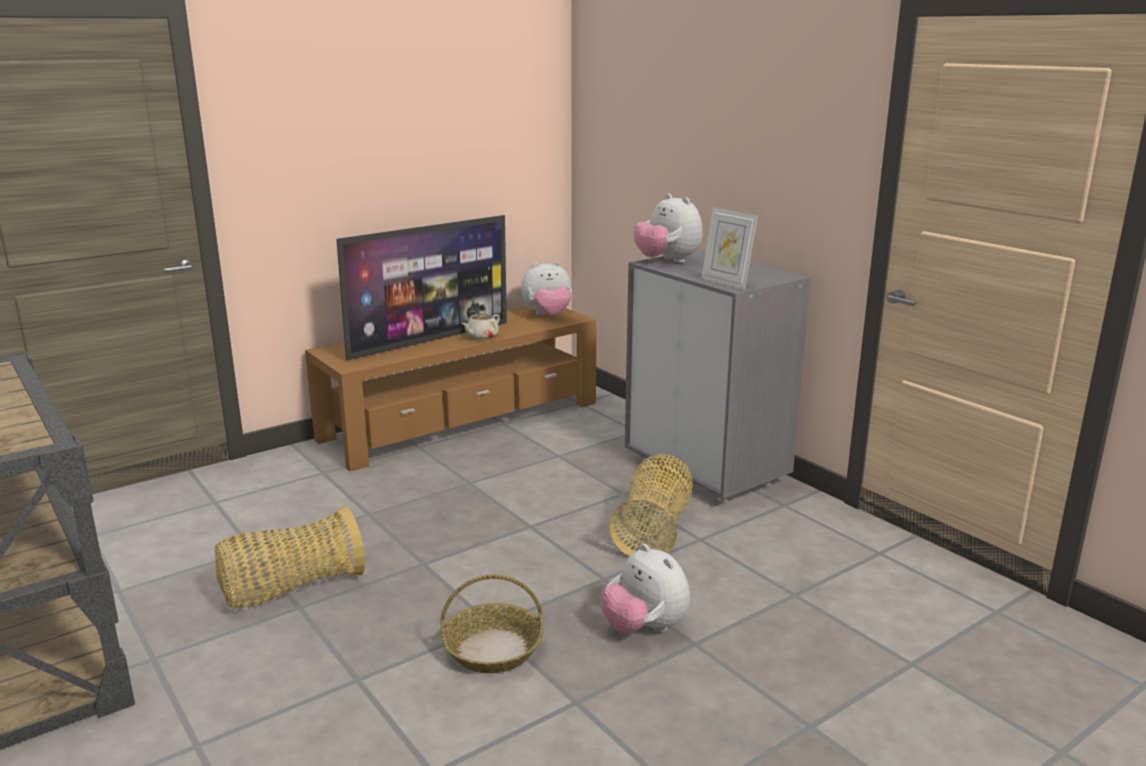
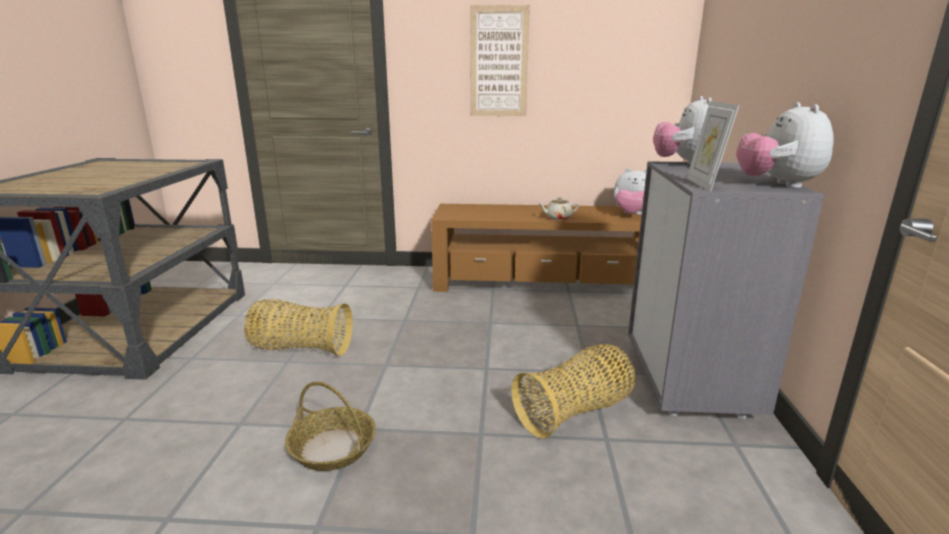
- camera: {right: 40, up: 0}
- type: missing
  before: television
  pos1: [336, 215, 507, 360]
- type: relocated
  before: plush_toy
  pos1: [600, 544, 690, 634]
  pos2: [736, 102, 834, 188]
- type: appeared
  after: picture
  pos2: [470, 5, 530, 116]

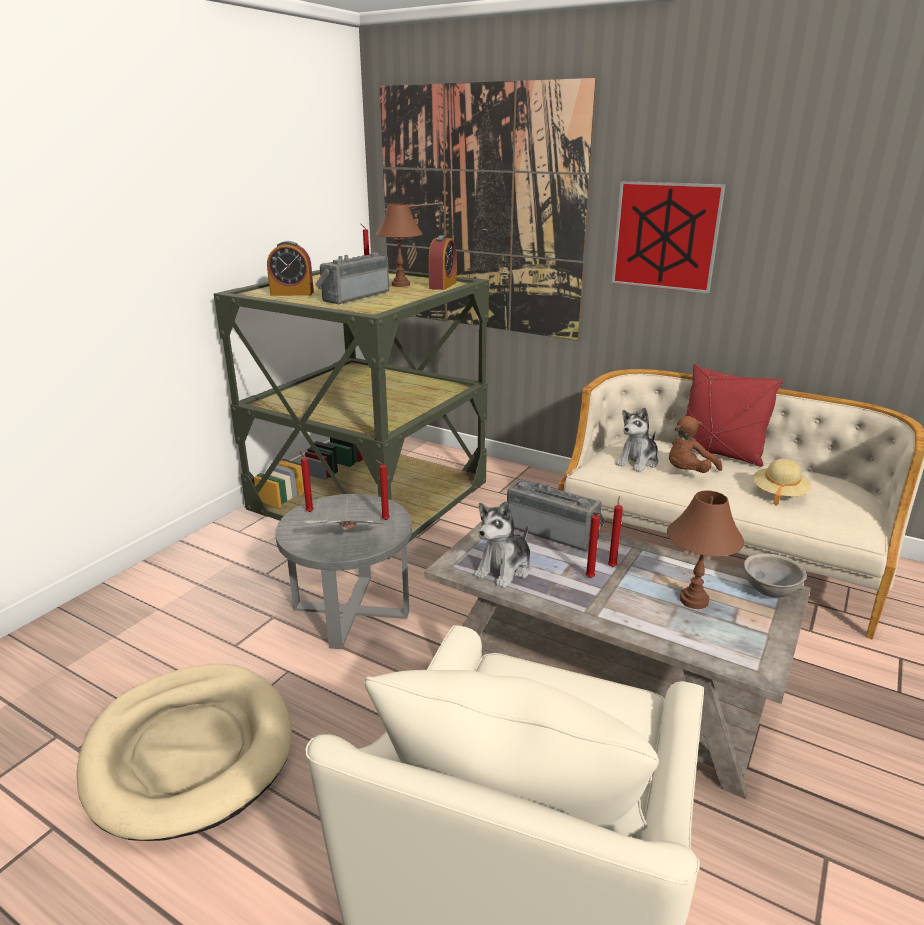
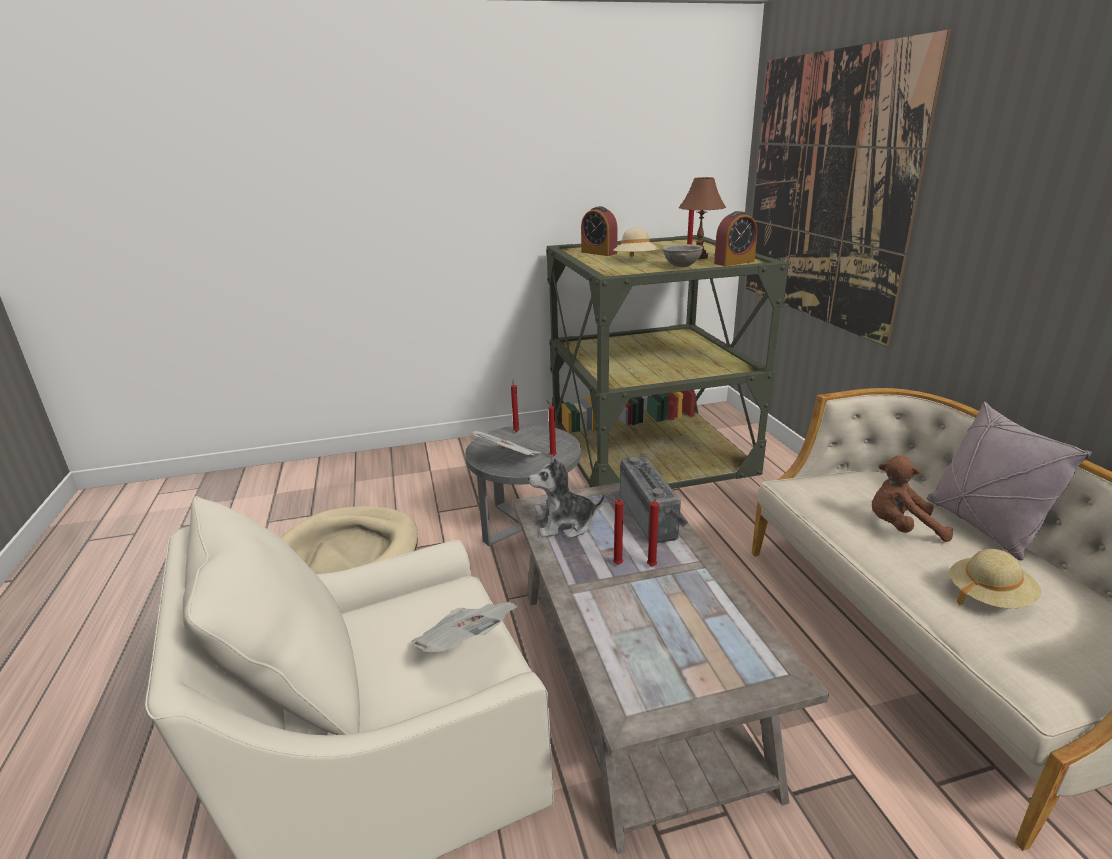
- camera: {right: 45, up: 0}
- type: exchanged
  before: radio
  after: beige_hat
  pos1: [315, 253, 389, 304]
  pos2: [613, 228, 659, 257]
- type: missing
  before: picture
  pos1: [611, 181, 725, 293]
- type: missing
  before: plush_toy
  pos1: [616, 408, 658, 472]
- type: missing
  before: brown_table_lamp
  pos1: [667, 491, 744, 609]
- type: colour
  before: red_pillow
  after: purple_pillow
  pos1: [686, 364, 784, 467]
  pos2: [927, 402, 1092, 560]
- type: relocated
  before: grey_bowl
  pos1: [744, 553, 807, 598]
  pos2: [662, 244, 703, 267]
- type: appeared
  after: newspaper
  pos2: [412, 602, 517, 652]

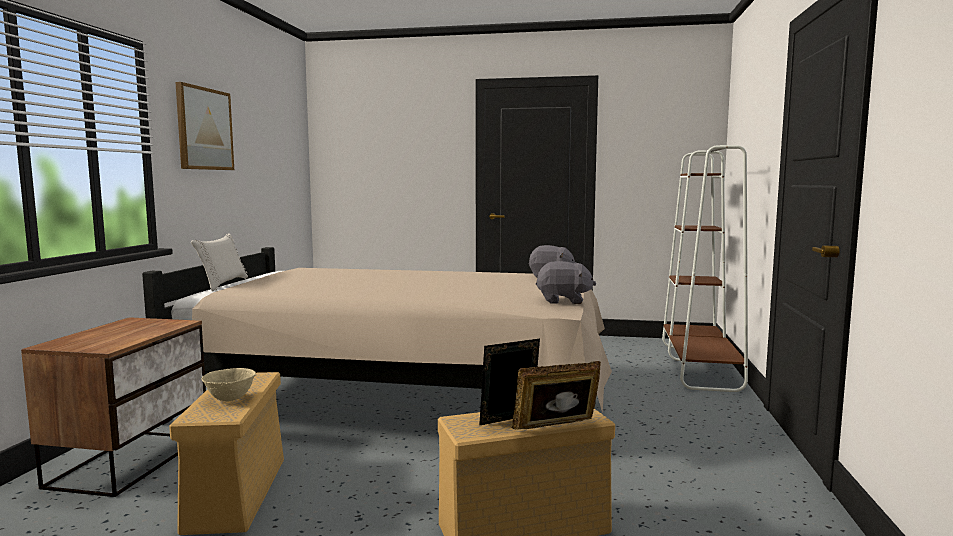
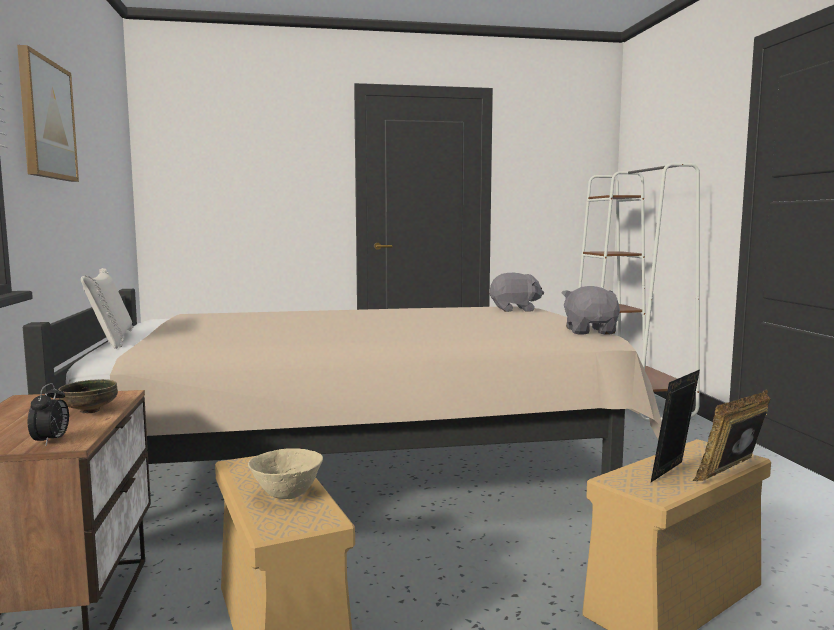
- camera: {right: -20, up: 0}
- type: spun
  before: grey_plush_toy
  pos1: [536, 261, 596, 304]
  pos2: [562, 286, 620, 334]
  turn: -75
- type: appeared
  after: alarm_clock
  pos2: [28, 383, 69, 446]
- type: appeared
  after: bowl
  pos2: [58, 379, 118, 414]

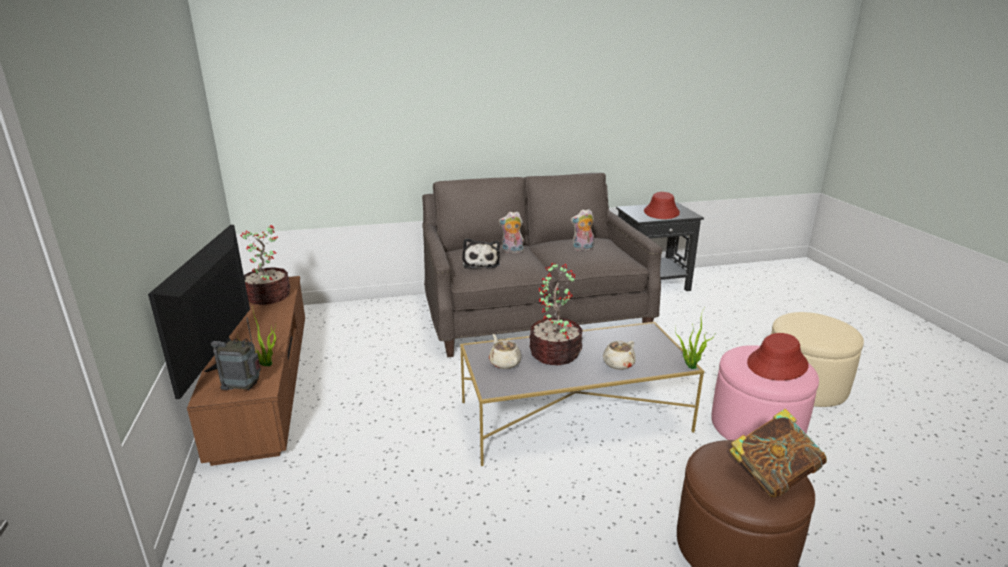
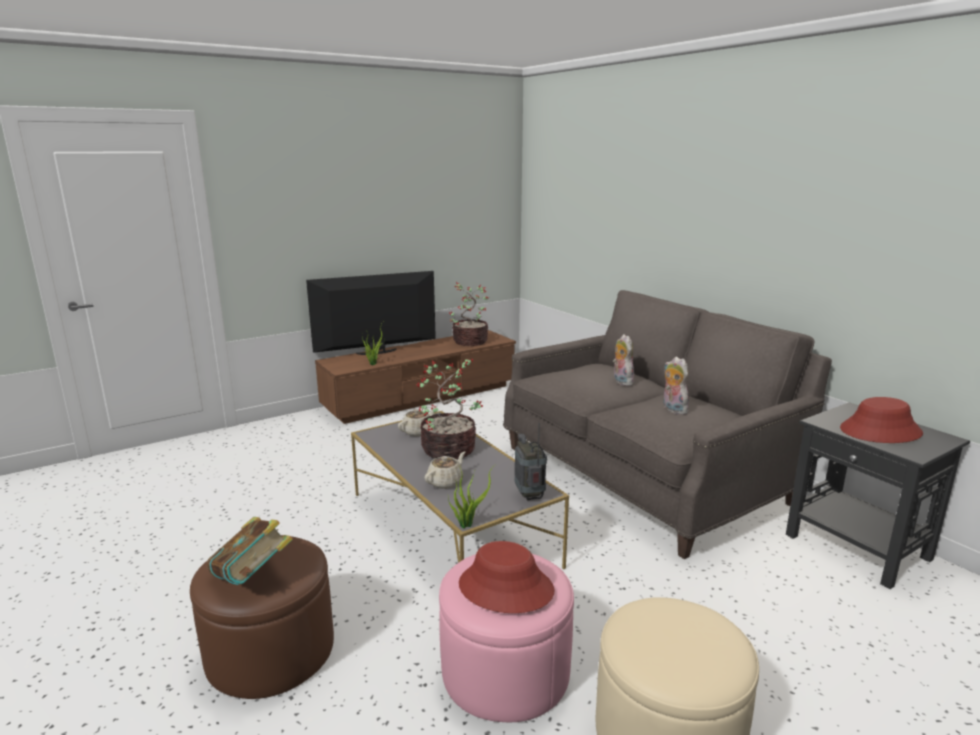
- camera: {right: 70, up: -5}
- type: relocated
  before: radio
  pos1: [211, 317, 261, 391]
  pos2: [515, 423, 547, 500]
- type: missing
  before: plush_toy
  pos1: [462, 238, 500, 269]
- type: spun
  before: beige_teapot
  pos1: [603, 341, 636, 370]
  pos2: [425, 451, 465, 489]
  turn: 105

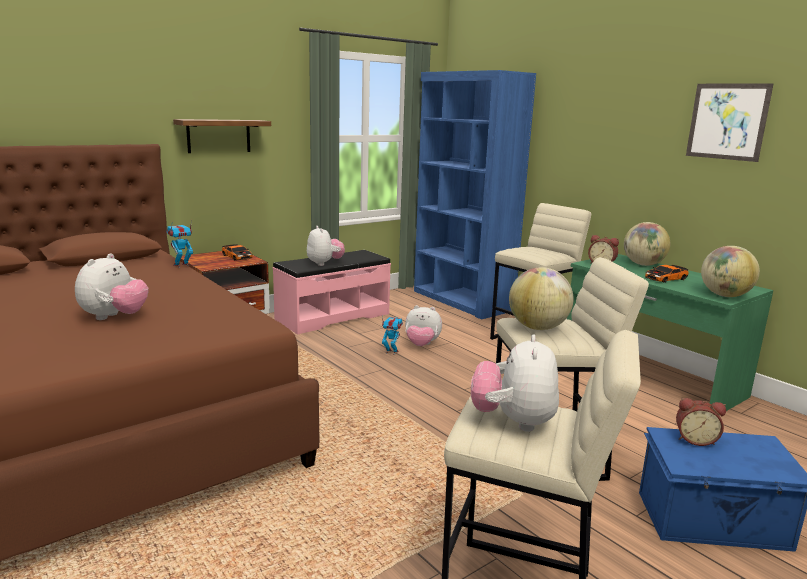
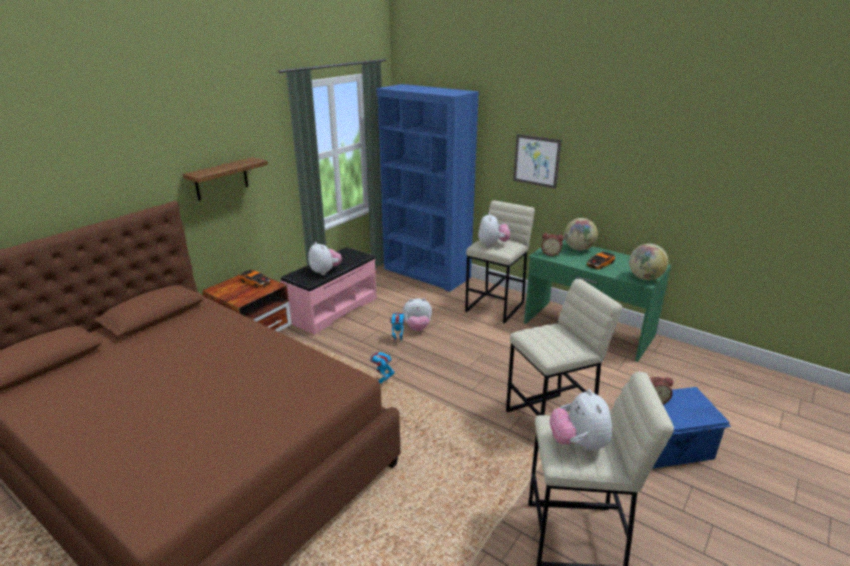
- camera: {right: -15, up: 10}
- type: relocated
  before: plush_toy
  pos1: [75, 253, 148, 320]
  pos2: [478, 212, 510, 247]
- type: relocated
  before: toy_robot
  pos1: [166, 220, 193, 268]
  pos2: [370, 352, 395, 384]
- type: missing
  before: globe
  pos1: [509, 267, 573, 330]
- type: relocated
  before: picture
  pos1: [686, 84, 773, 162]
  pos2: [513, 134, 562, 189]

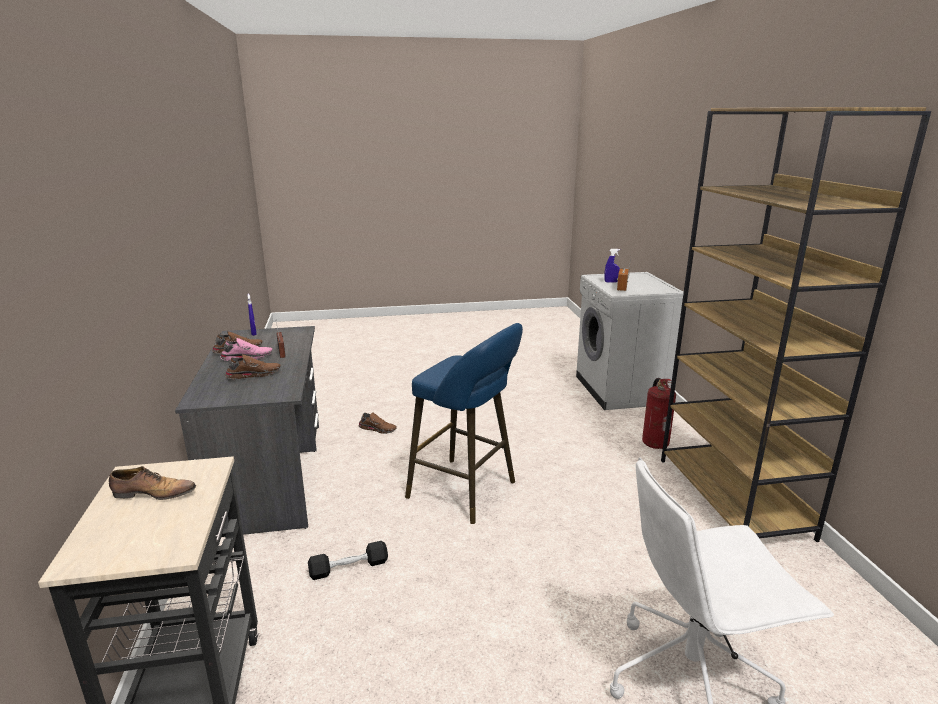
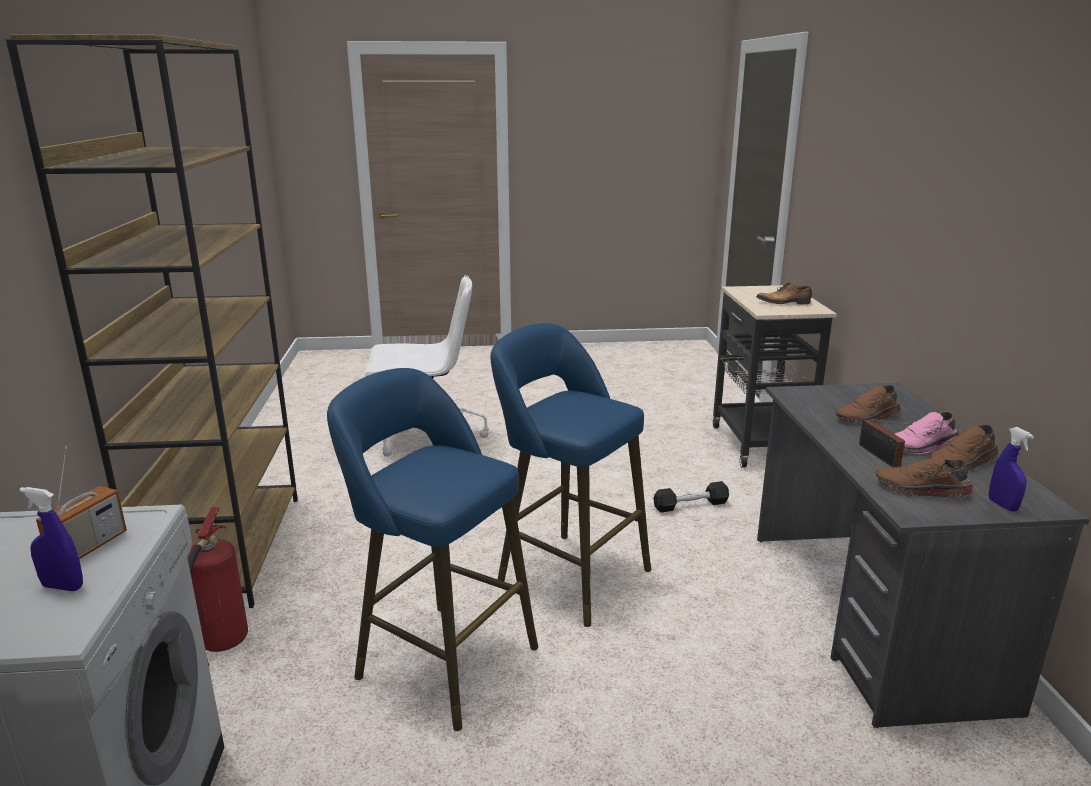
- camera: {right: -175, up: 0}
- type: relocated
  before: brown_shoe
  pos1: [358, 412, 397, 434]
  pos2: [876, 456, 974, 498]
- type: appeared
  after: blue_stool
  pos2: [327, 368, 538, 731]

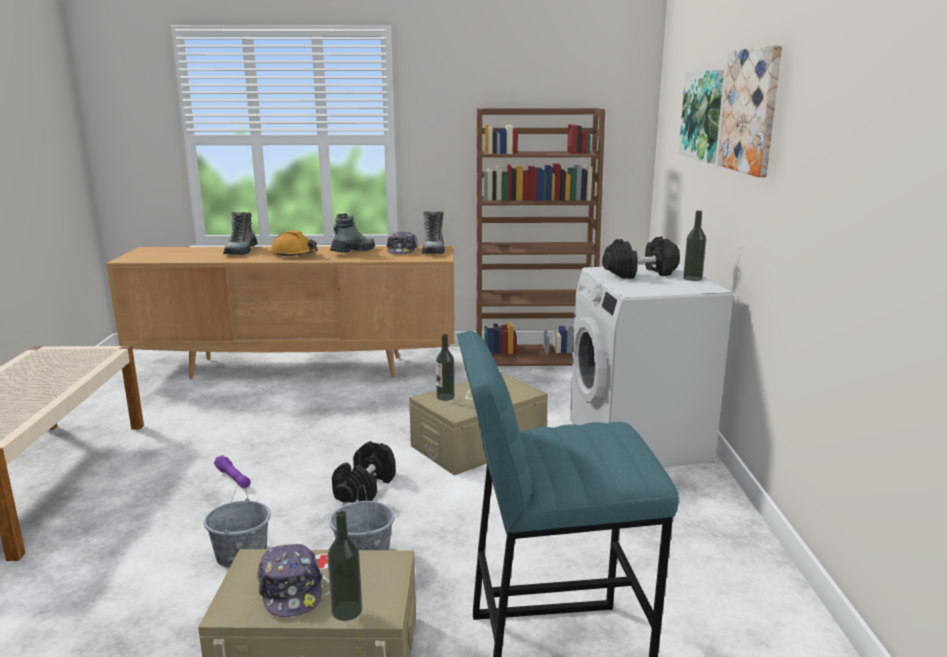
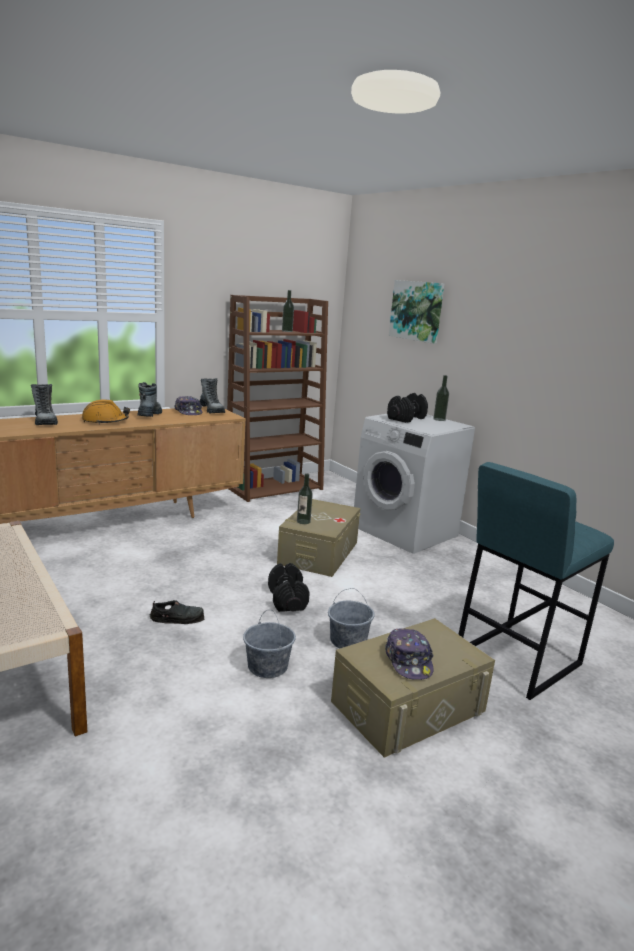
- camera: {right: -35, up: 0}
- type: exchanged
  before: purple_flashlight
  after: black_shoe
  pos1: [214, 455, 251, 488]
  pos2: [150, 600, 204, 624]
- type: spun
  before: cap
  pos1: [257, 544, 323, 617]
  pos2: [385, 628, 434, 680]
  turn: 45
- type: relocated
  before: bottle
  pos1: [328, 511, 362, 621]
  pos2: [282, 290, 294, 332]
- type: missing
  before: picture
  pos1: [718, 45, 782, 177]

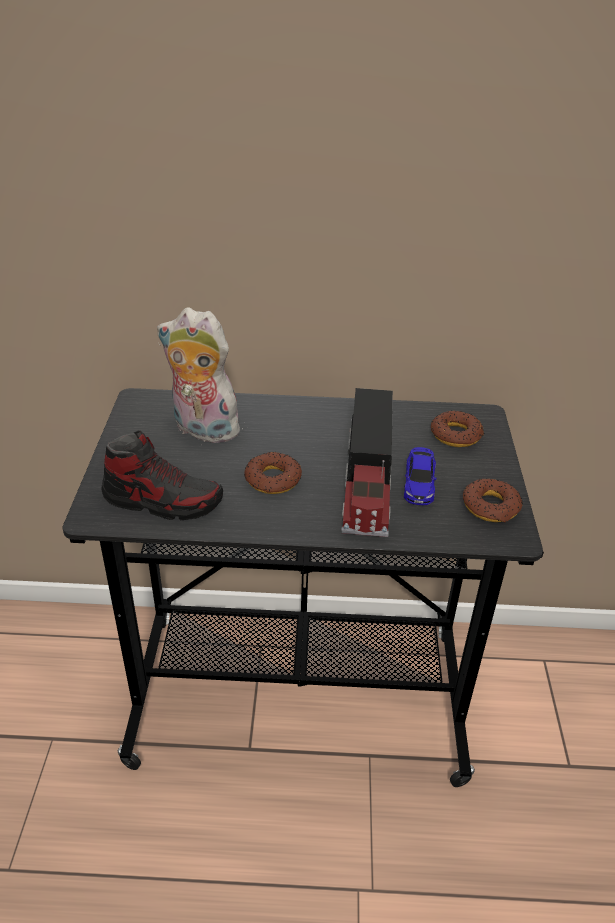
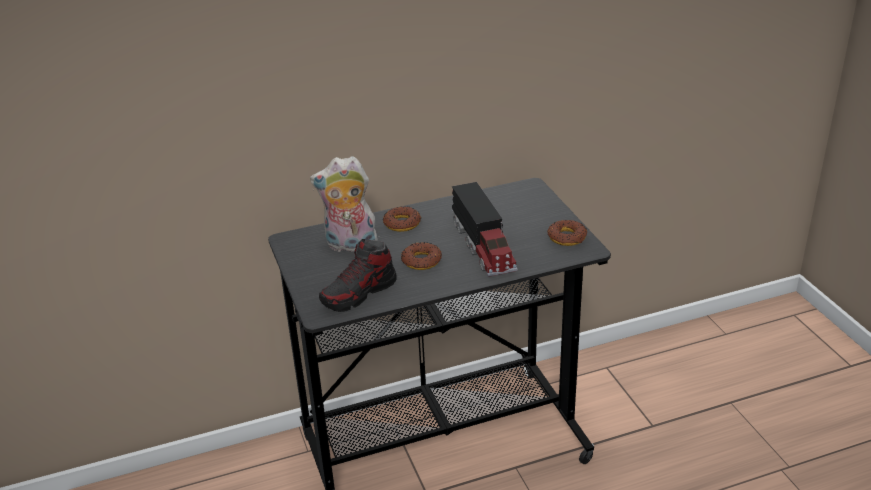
- camera: {right: -20, up: -5}
- type: spun
  before: shoe
  pos1: [101, 431, 223, 520]
  pos2: [319, 239, 396, 312]
  turn: 150
- type: missing
  before: toy_car
  pos1: [404, 447, 436, 505]
- type: relocated
  before: donut
  pos1: [431, 410, 485, 447]
  pos2: [383, 206, 421, 232]

